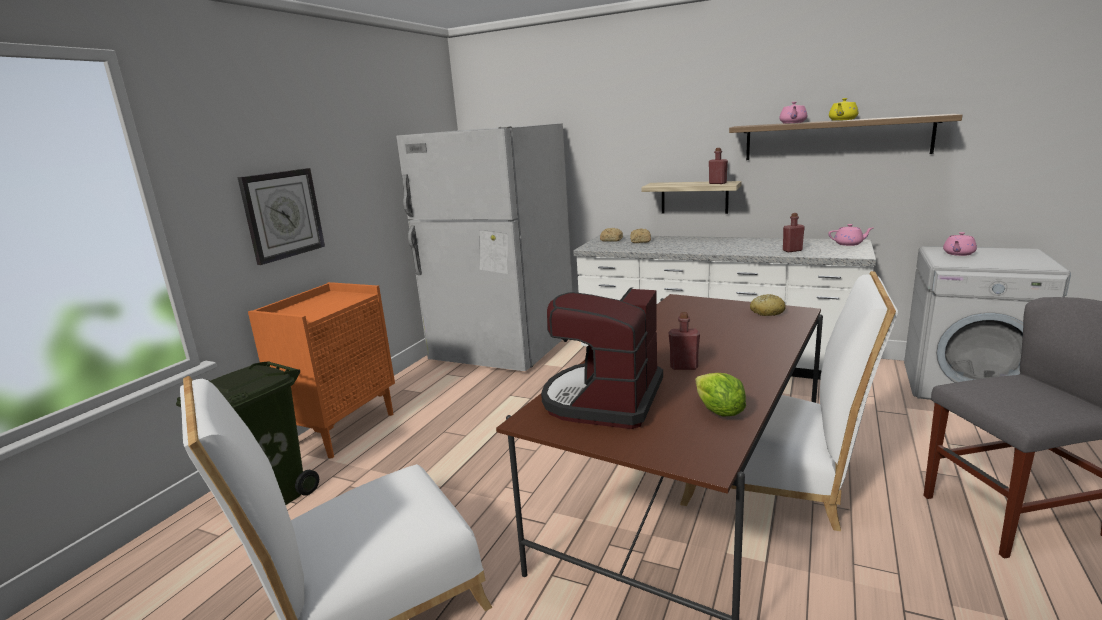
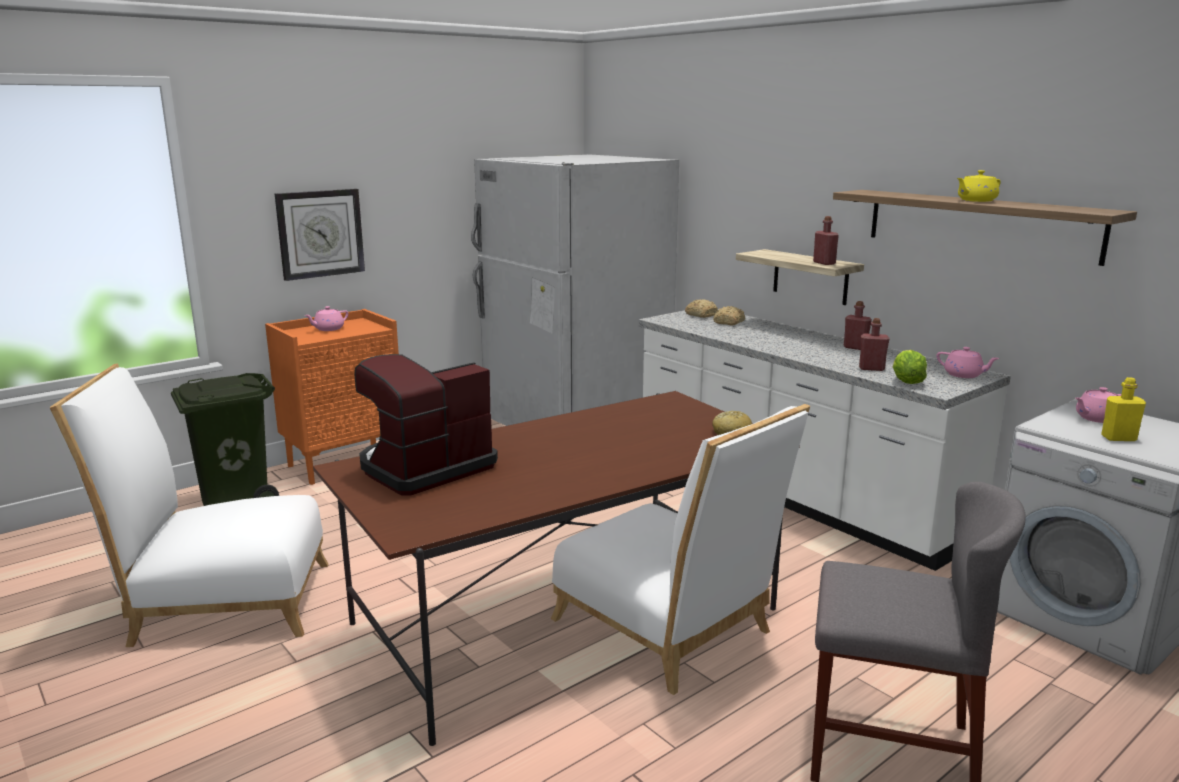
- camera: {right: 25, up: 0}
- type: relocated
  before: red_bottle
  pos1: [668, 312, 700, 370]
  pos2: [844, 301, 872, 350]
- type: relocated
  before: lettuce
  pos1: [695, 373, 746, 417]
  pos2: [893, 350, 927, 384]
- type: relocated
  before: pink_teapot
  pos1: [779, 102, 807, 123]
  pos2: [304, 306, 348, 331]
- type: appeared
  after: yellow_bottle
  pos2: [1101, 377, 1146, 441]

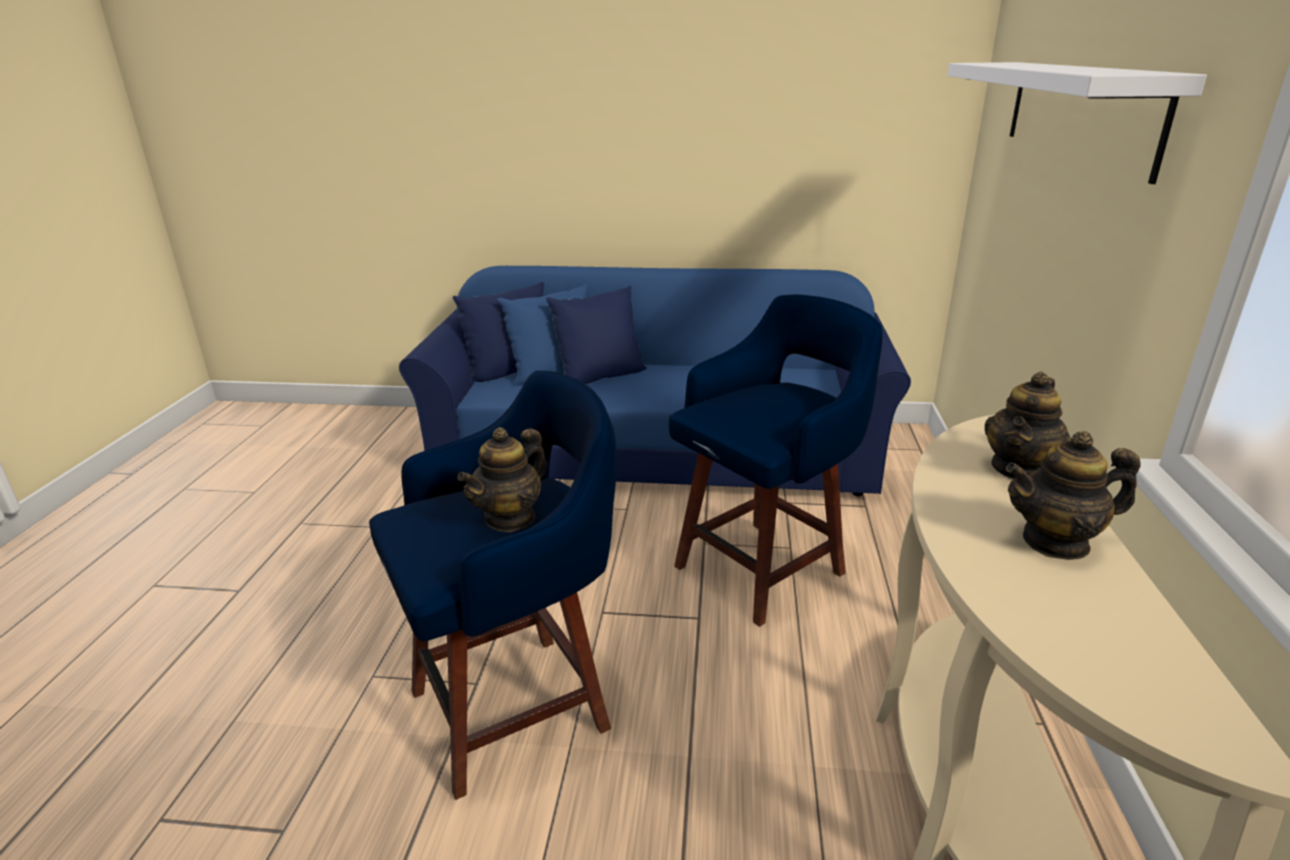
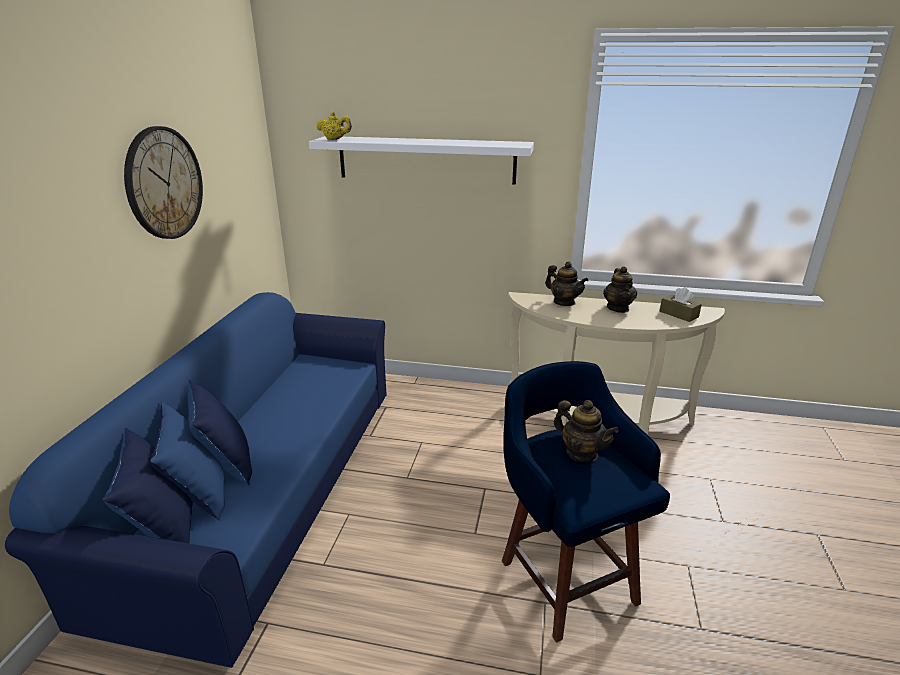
- camera: {right: -85, up: 0}
- type: missing
  before: blue_stool
  pos1: [669, 295, 882, 627]
- type: appeared
  after: wall_clock
  pos2: [124, 126, 203, 239]
- type: appeared
  after: yellow_teapot
  pos2: [316, 112, 352, 140]
- type: appeared
  after: brown_tissue_box
  pos2: [660, 287, 702, 322]

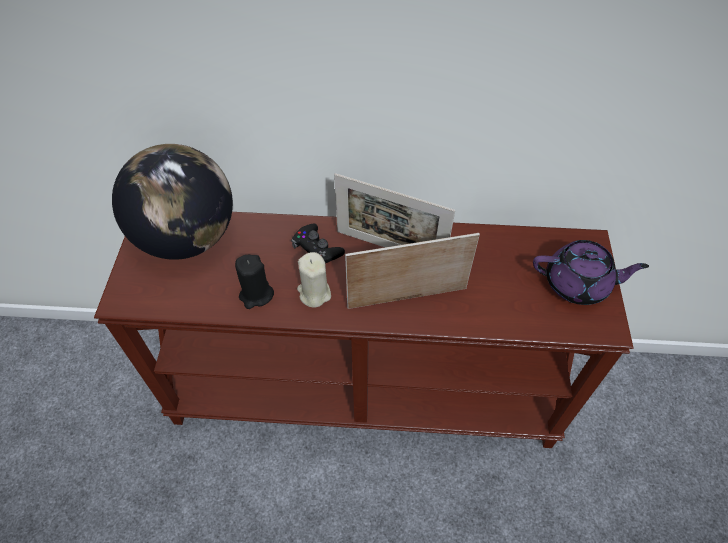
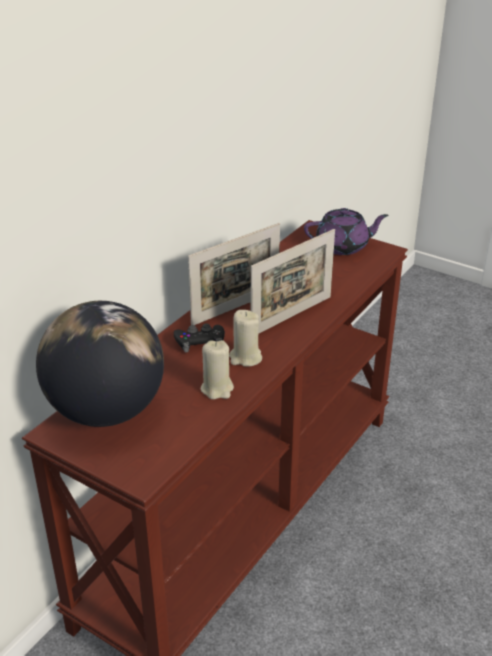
- camera: {right: -60, up: -20}
- type: colour
  before: black_candle
  after: beige_candle
  pos1: [235, 255, 274, 309]
  pos2: [201, 340, 234, 400]
- type: spun
  before: picture_frame
  pos1: [345, 233, 480, 309]
  pos2: [251, 229, 335, 334]
  turn: -150
- type: spun
  before: purple_teapot
  pos1: [533, 240, 649, 305]
  pos2: [304, 208, 388, 255]
  turn: 45

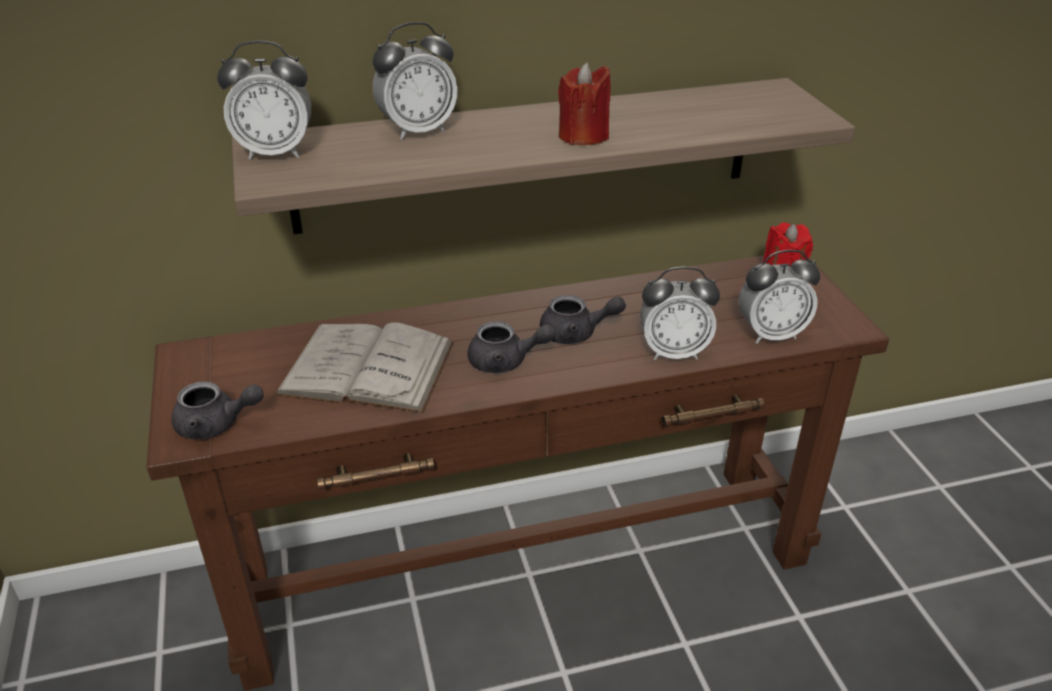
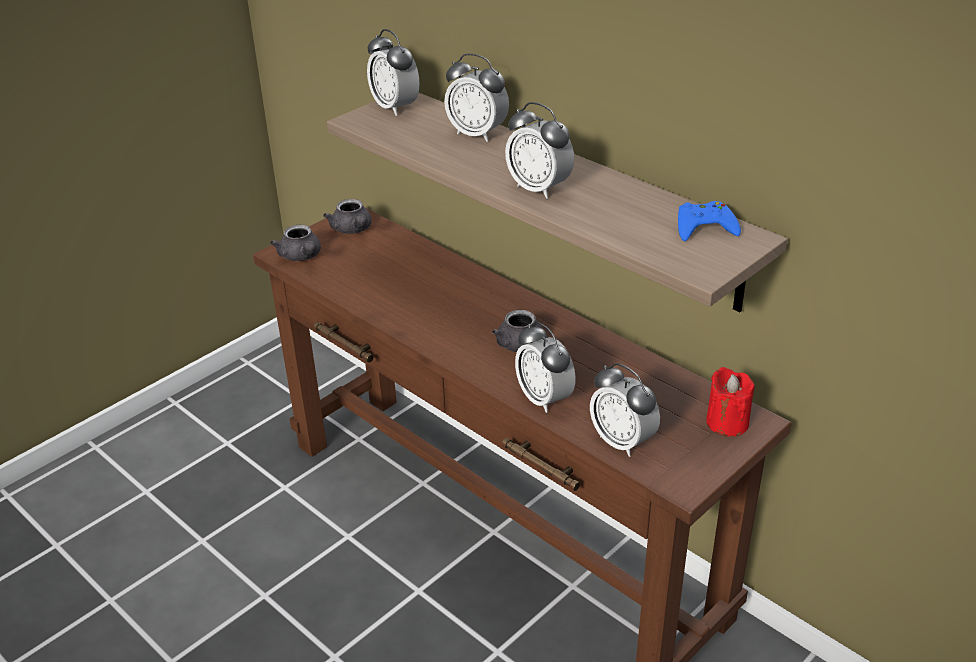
- camera: {right: 60, up: 0}
- type: missing
  before: white_book
  pos1: [274, 322, 454, 413]
- type: relocated
  before: grey_teapot
  pos1: [468, 321, 556, 373]
  pos2: [323, 199, 372, 234]
- type: exchanged
  before: red_candle
  after: alarm_clock
  pos1: [558, 63, 611, 145]
  pos2: [505, 102, 574, 199]
- type: appeared
  after: blue_game_controller
  pos2: [678, 201, 741, 241]

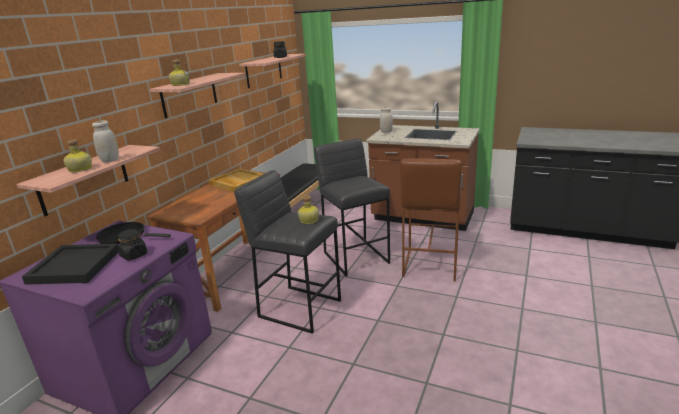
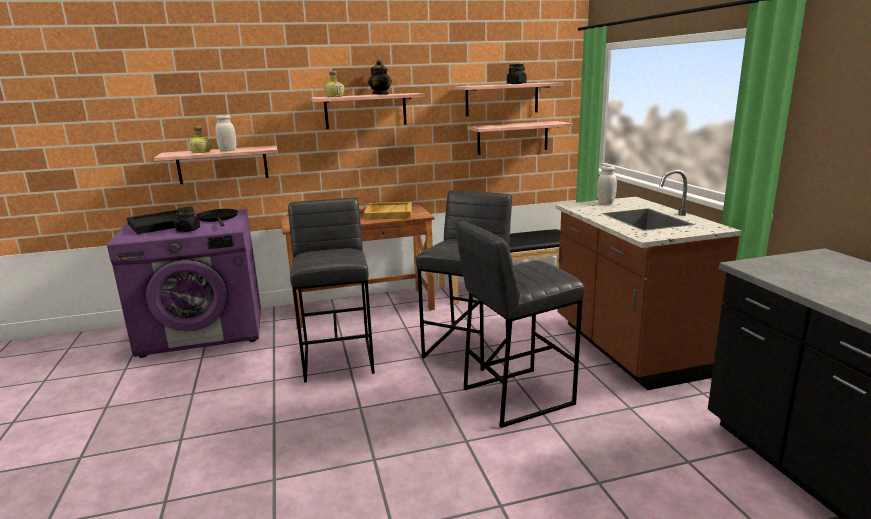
- camera: {right: 50, up: -5}
- type: missing
  before: bottle
  pos1: [298, 196, 319, 224]
- type: colour
  before: brown_stool
  after: grey_stool
  pos1: [400, 159, 462, 281]
  pos2: [455, 221, 585, 428]
- type: appeared
  after: teapot
  pos2: [368, 60, 392, 94]
- type: appeared
  after: shelf
  pos2: [467, 121, 573, 155]

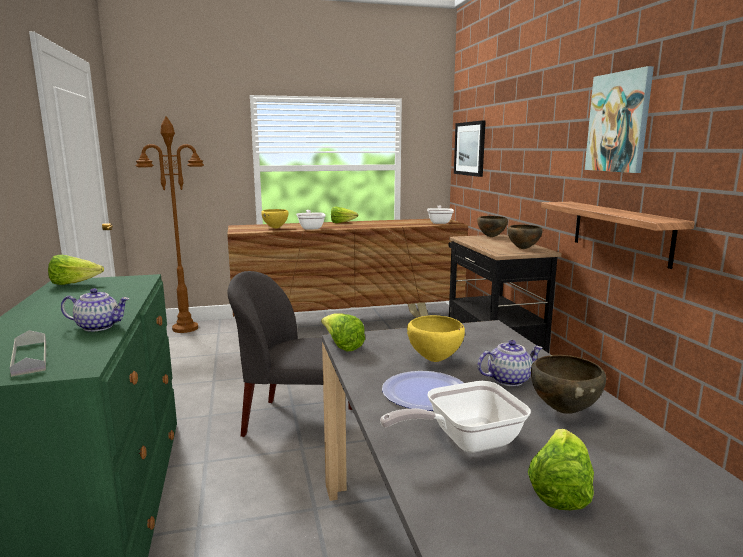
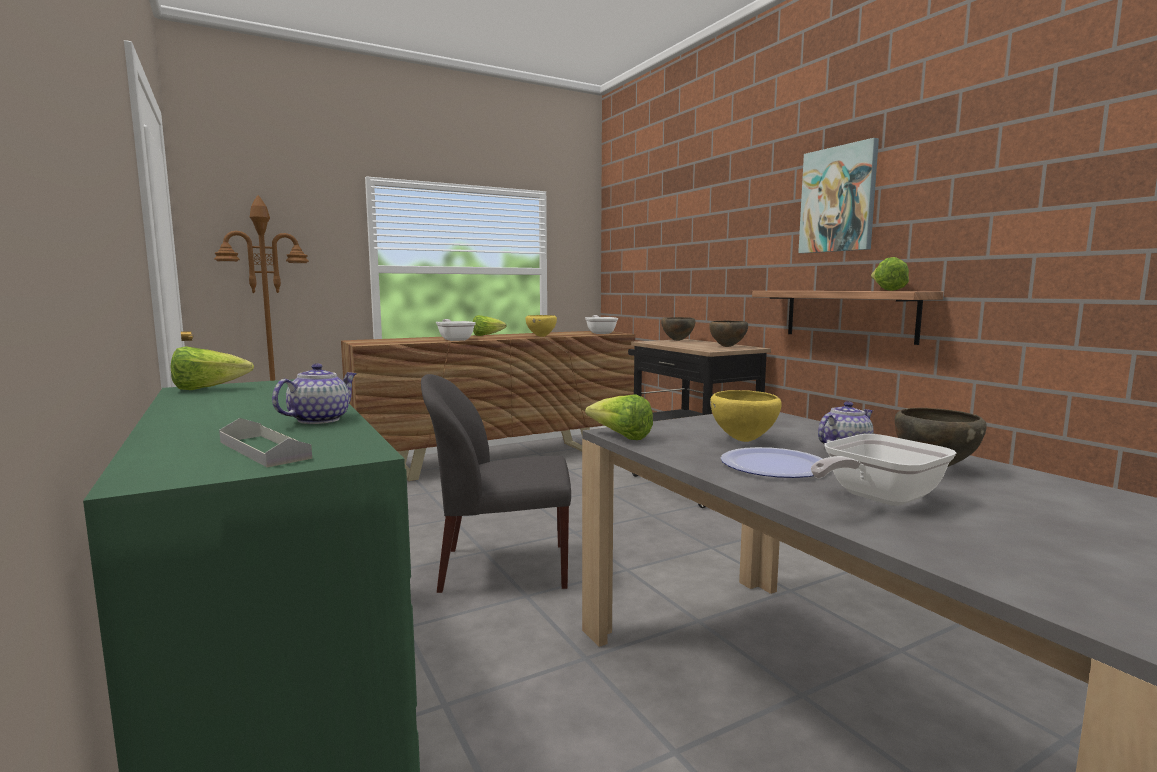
- camera: {right: -15, up: -5}
- type: spun
  before: teapot
  pos1: [61, 288, 129, 332]
  pos2: [272, 363, 357, 424]
  turn: -45
- type: relocated
  before: yellow_bowl
  pos1: [261, 209, 289, 228]
  pos2: [526, 315, 557, 337]
- type: missing
  before: picture
  pos1: [454, 120, 486, 177]
- type: relocated
  before: lettuce
  pos1: [528, 429, 594, 510]
  pos2: [871, 257, 909, 291]

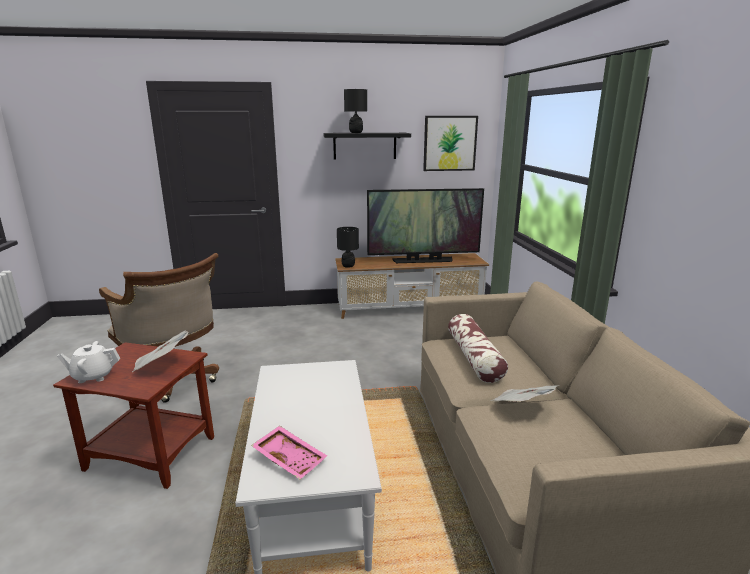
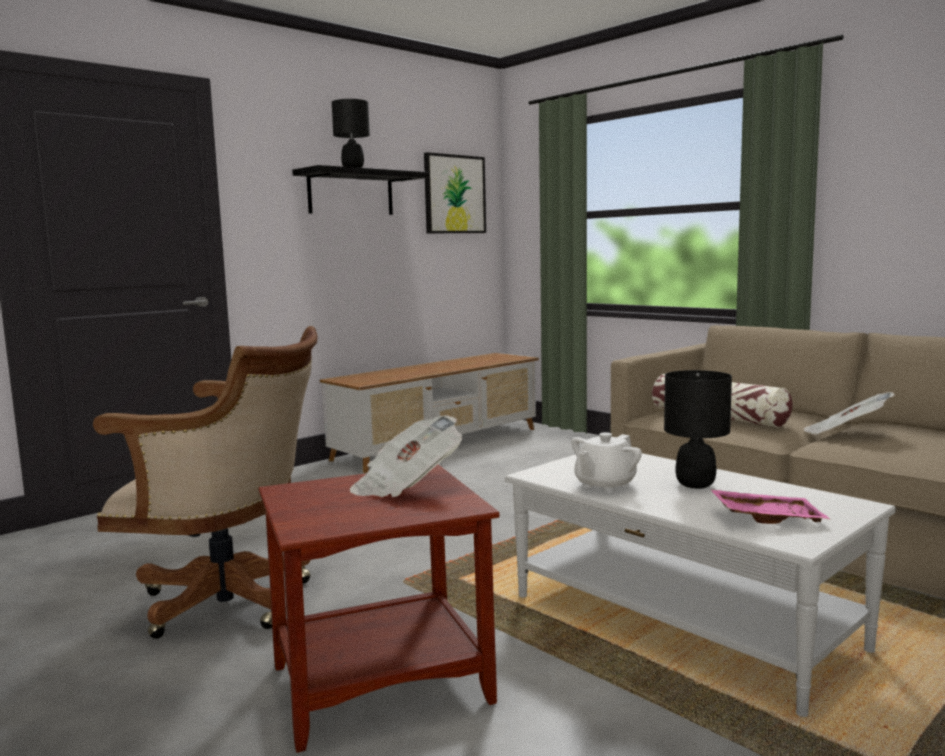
- camera: {right: -35, up: -10}
- type: relocated
  before: white_teapot
  pos1: [57, 341, 120, 383]
  pos2: [571, 432, 642, 493]
- type: relocated
  before: black_table_lamp
  pos1: [337, 227, 359, 268]
  pos2: [664, 370, 732, 489]
- type: missing
  before: television
  pos1: [367, 188, 484, 263]

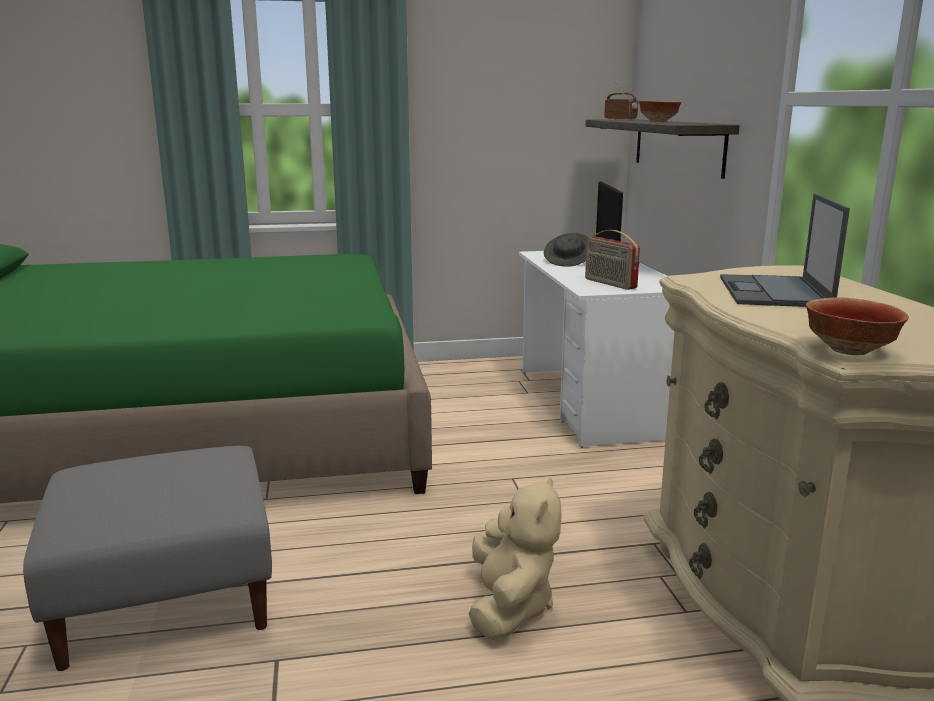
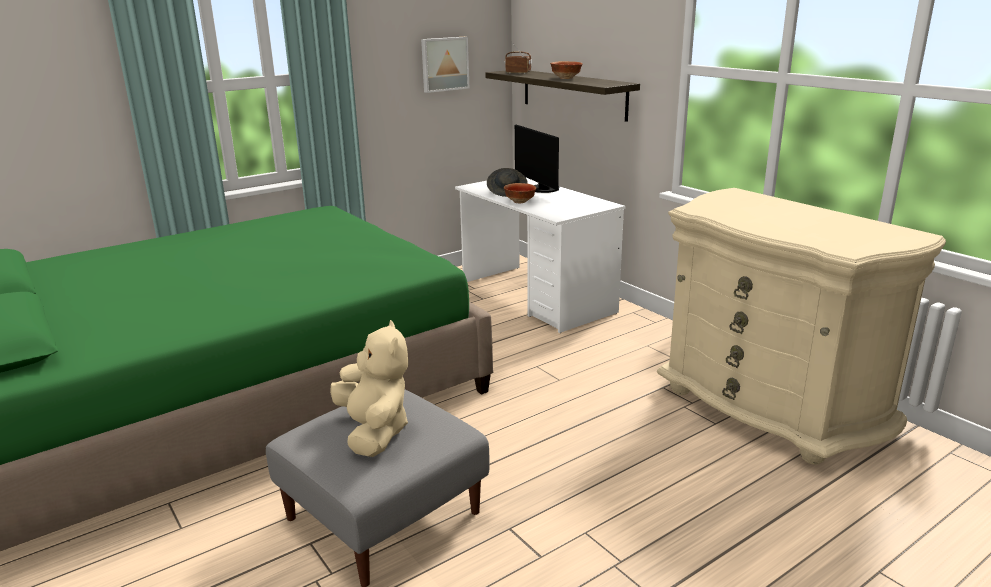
- camera: {right: -25, up: 5}
- type: relocated
  before: beige_plush_toy
  pos1: [469, 476, 561, 640]
  pos2: [330, 320, 408, 457]
- type: missing
  before: radio
  pos1: [585, 230, 640, 290]
- type: missing
  before: laptop
  pos1: [720, 194, 850, 307]
- type: relocated
  before: bowl
  pos1: [806, 297, 909, 355]
  pos2: [504, 183, 536, 203]
- type: appeared
  after: picture
  pos2: [421, 37, 469, 93]

